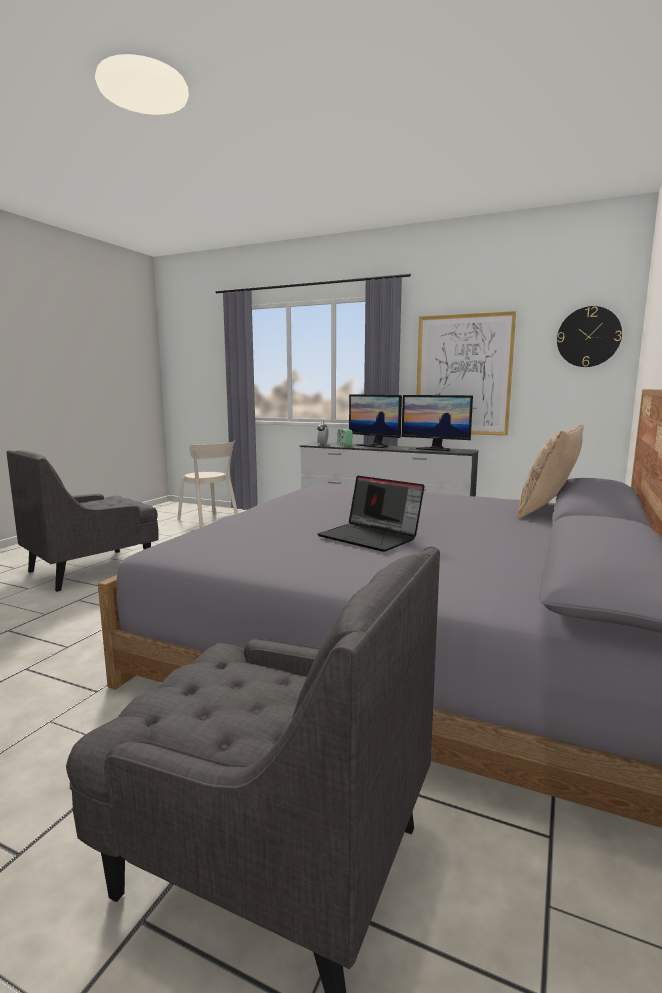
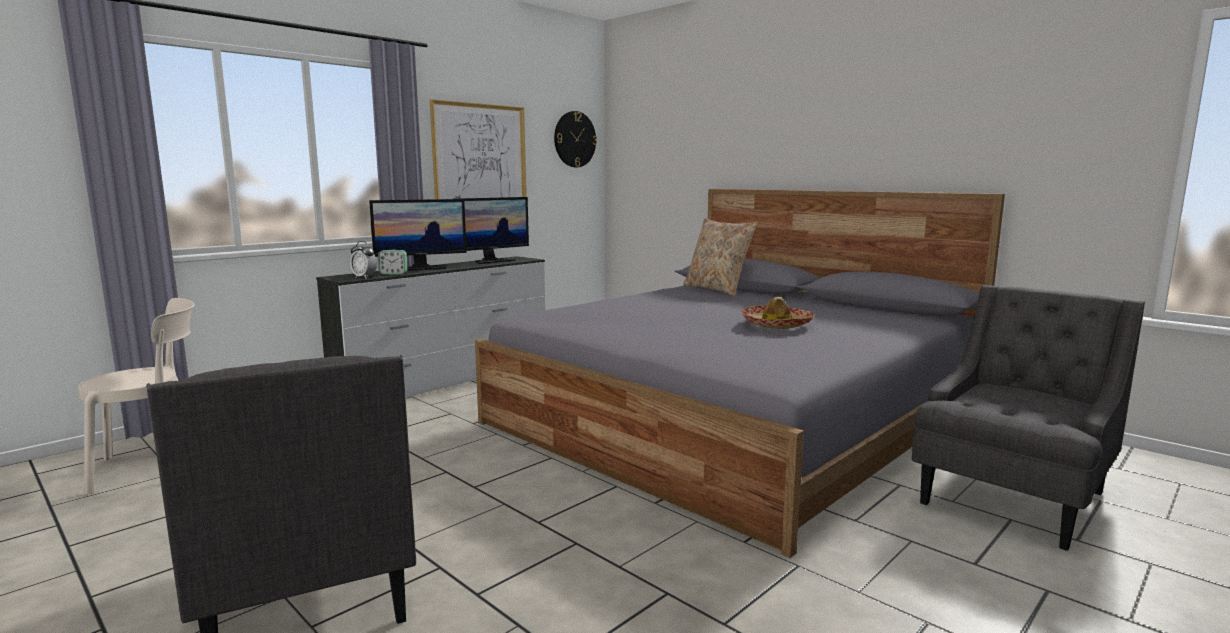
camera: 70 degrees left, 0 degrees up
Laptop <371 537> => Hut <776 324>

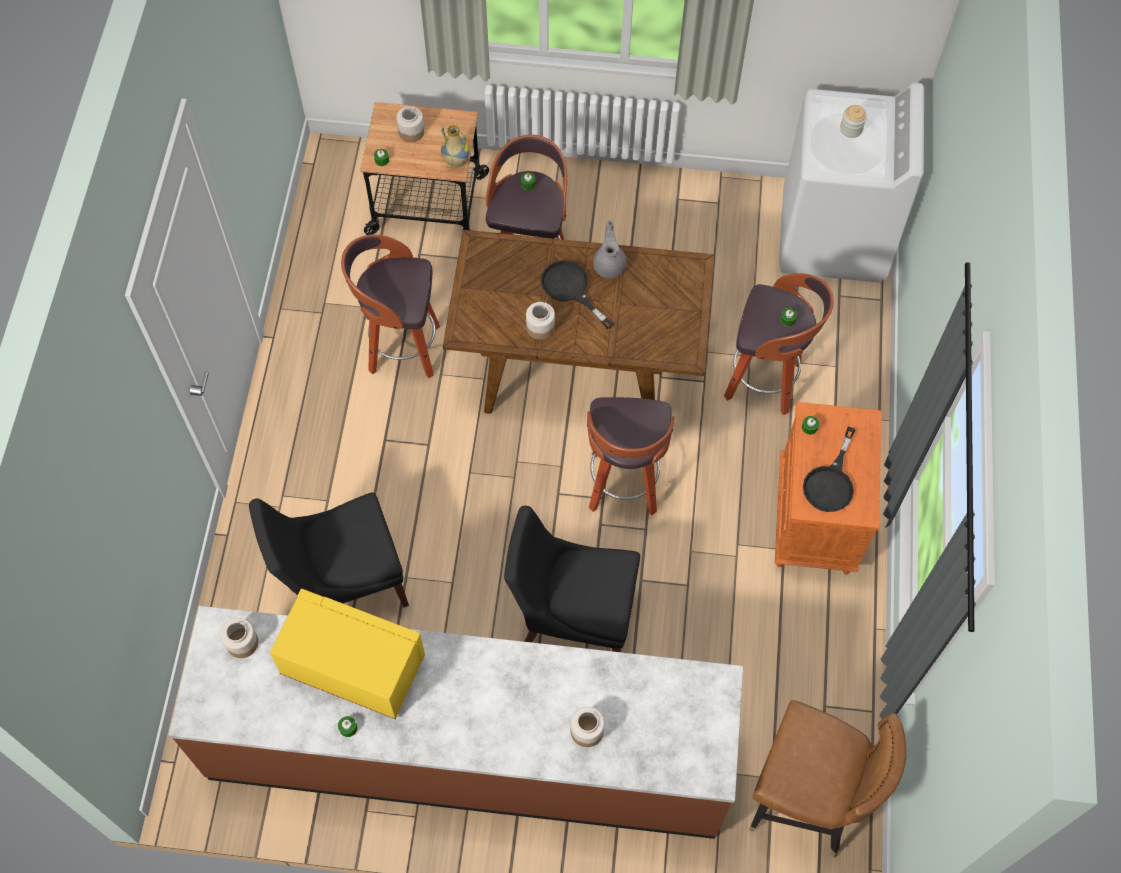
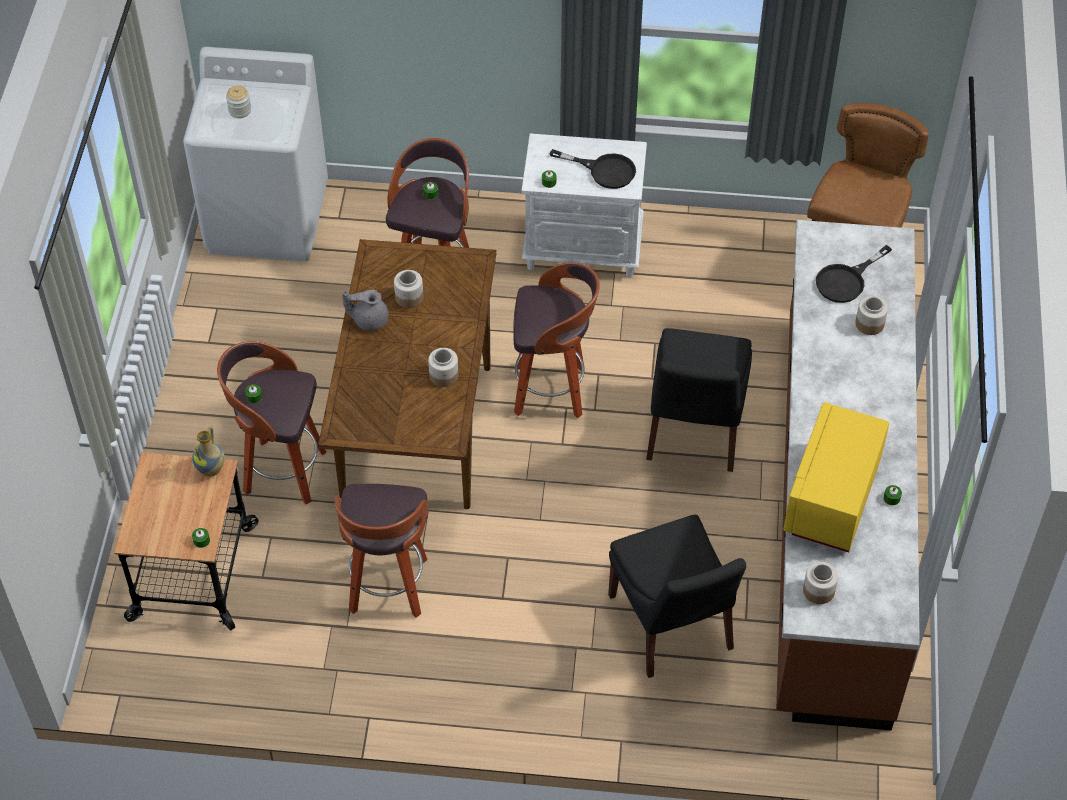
camera: 90 degrees left, 10 degrees down
Vorratsglas <411 131> => Vorratsglas <409 297>, moved
Nachttisch [orange] <815 520> => Nachttisch [weiß] <584 248>
Pfanne [schwarz] <570 289> => Pfanne [schwarz] <846 280>, moved

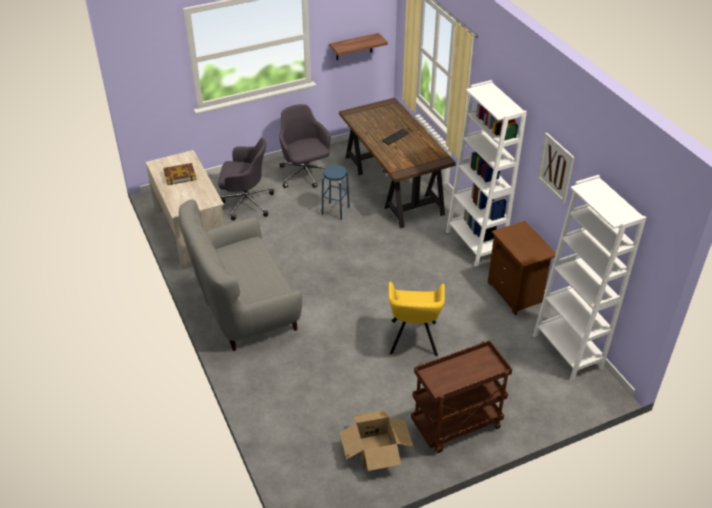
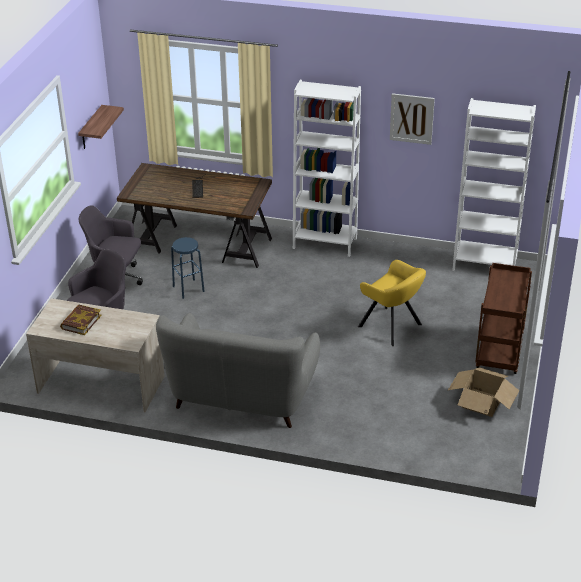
camera: 50 degrees left, 5 degrees down
Nachttisch [braun] <516 293> => nothing

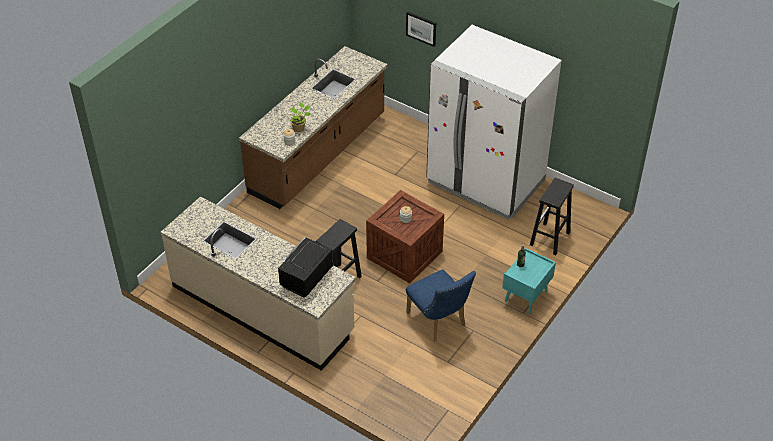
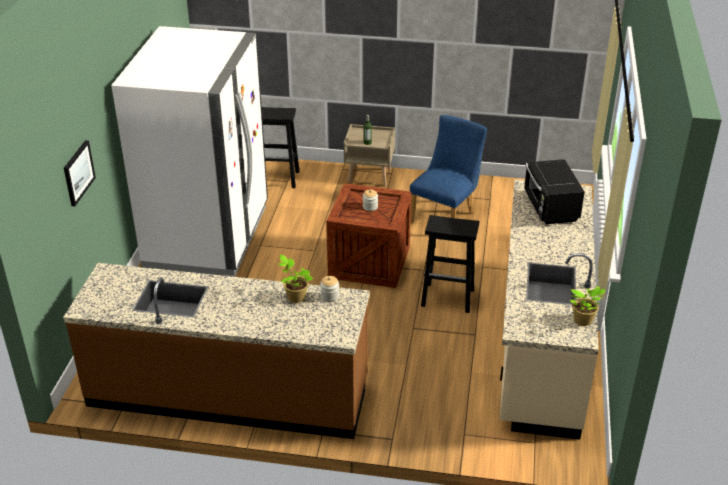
camera: 115 degrees left, 10 degrees down
Nachttisch [türkis] <526 297> => Nachttisch [beige] <370 175>
Mikrowelle [schwarz] <305 278> => Mikrowelle [schwarz] <550 208>, 75 degrees clockwise
nothing => Topfpflanze <583 321>

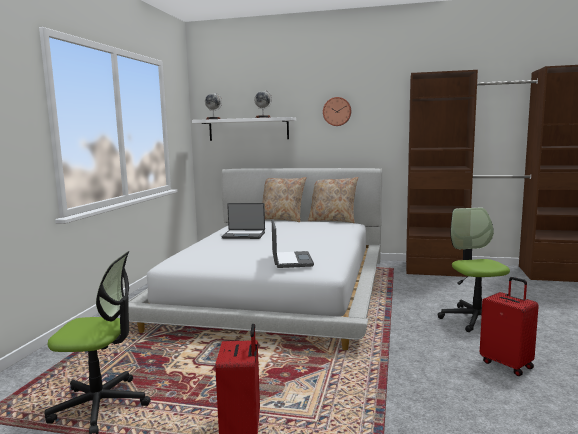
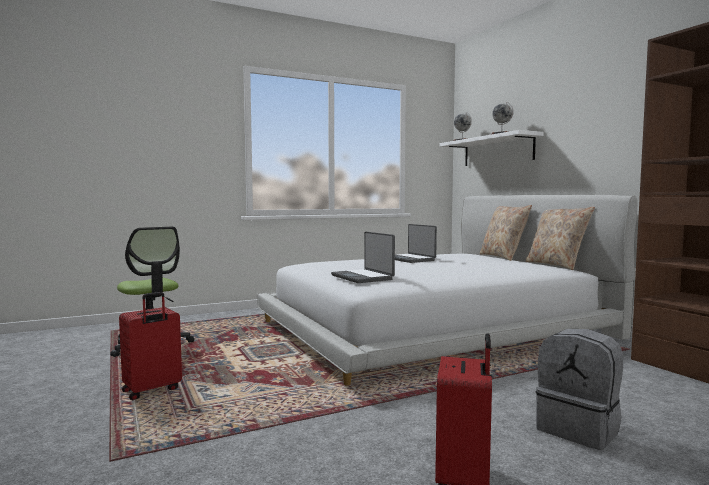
camera: 50 degrees right, 5 degrees down
Laptop <291 260> => Laptop <363 277>, 105 degrees clockwise
Bürostuhl <475 319> => Rucksack [grau] <579 429>
Wanduhr <337 111> => nothing

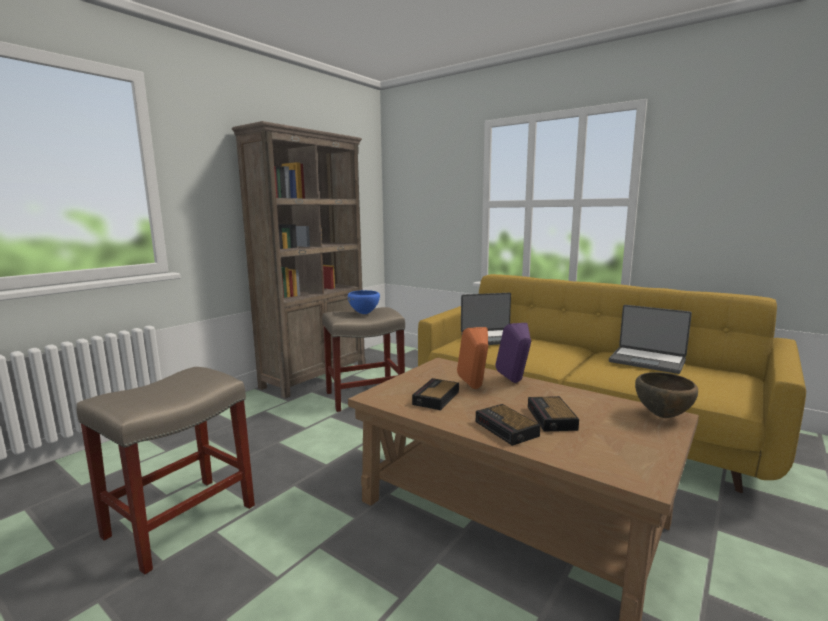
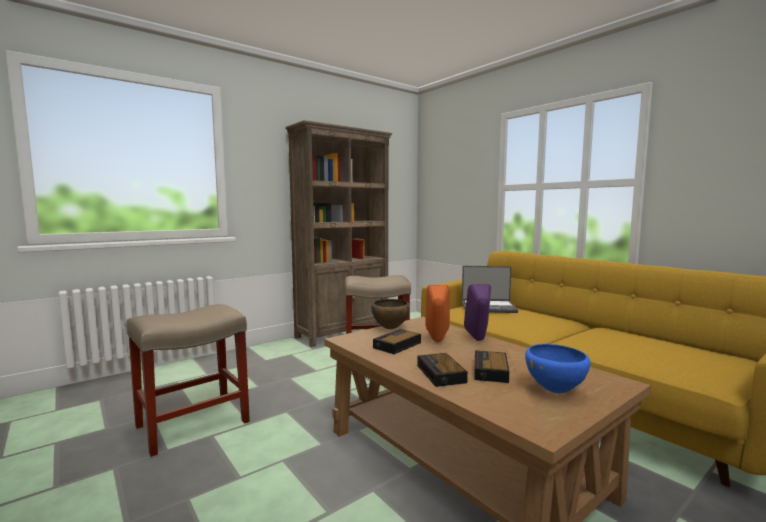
camera: 15 degrees right, 5 degrees down
Schüssel [braun] <663 416> => Schüssel [braun] <390 328>, moved
Schüssel [blau] <364 313> => Schüssel [blau] <555 391>, moved
Laptop <647 361> => nothing

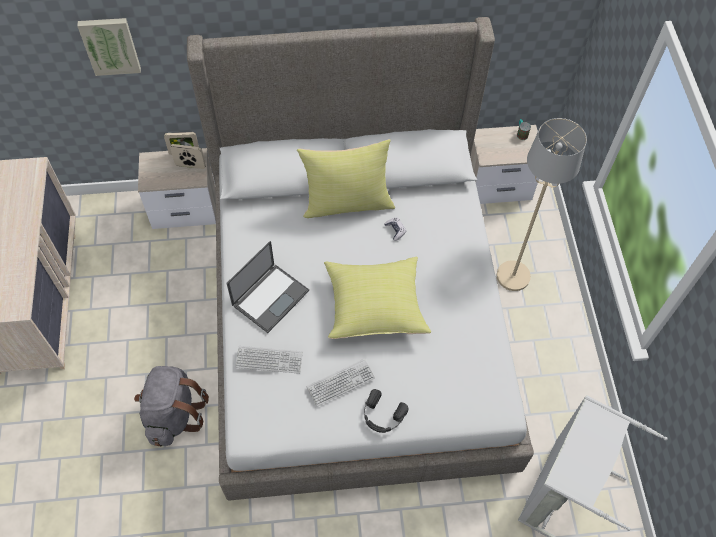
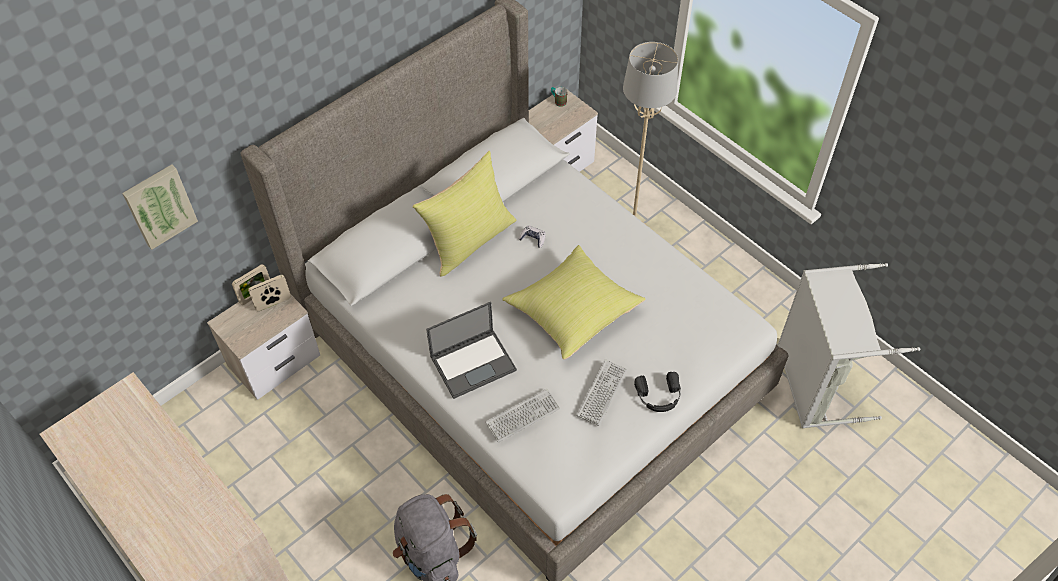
camera: 35 degrees left, 5 degrees down
Laptop <271 297> => Laptop <474 363>, 60 degrees clockwise

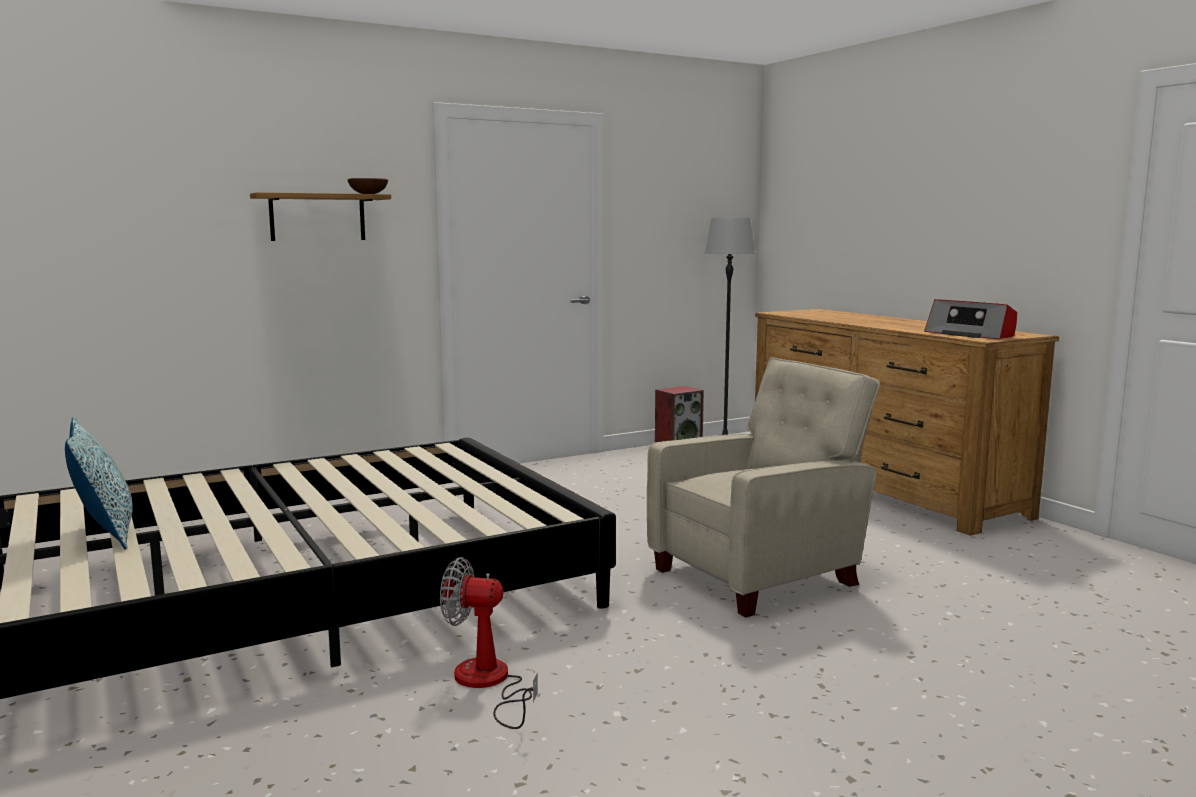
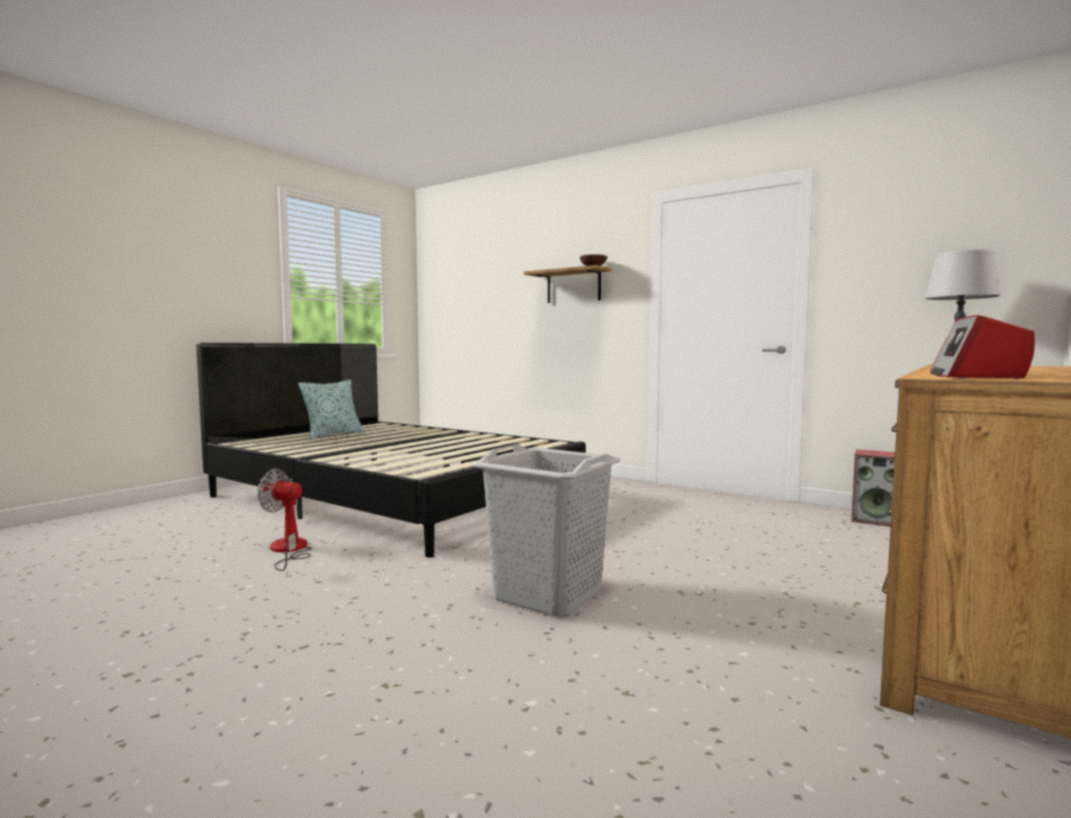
camera: 65 degrees right, 5 degrees down
Ventilator <488 684> => Ventilator <288 550>, 60 degrees counterclockwise
Sessel [beige] <761 576> => Wäschekorb [grau] <548 595>

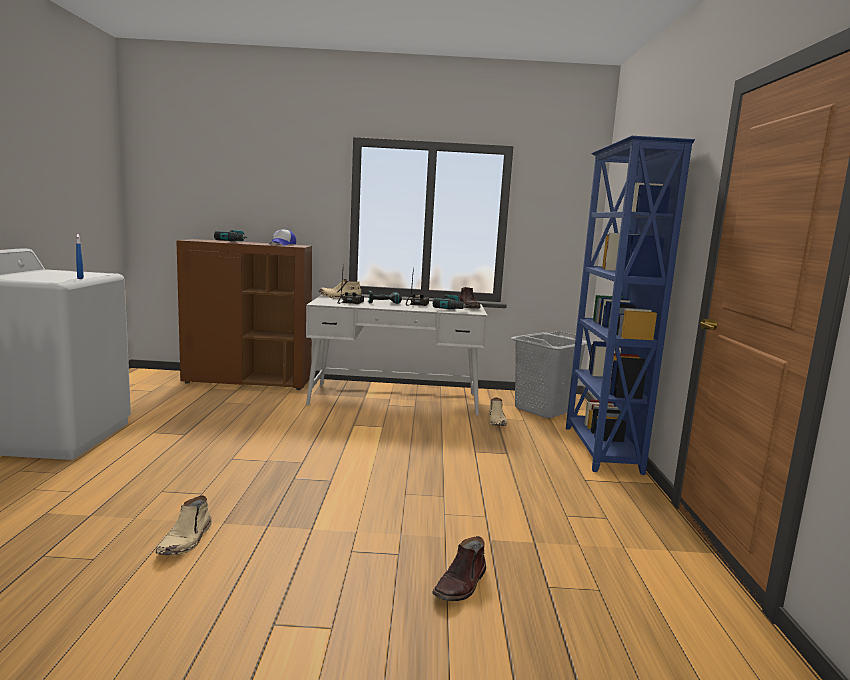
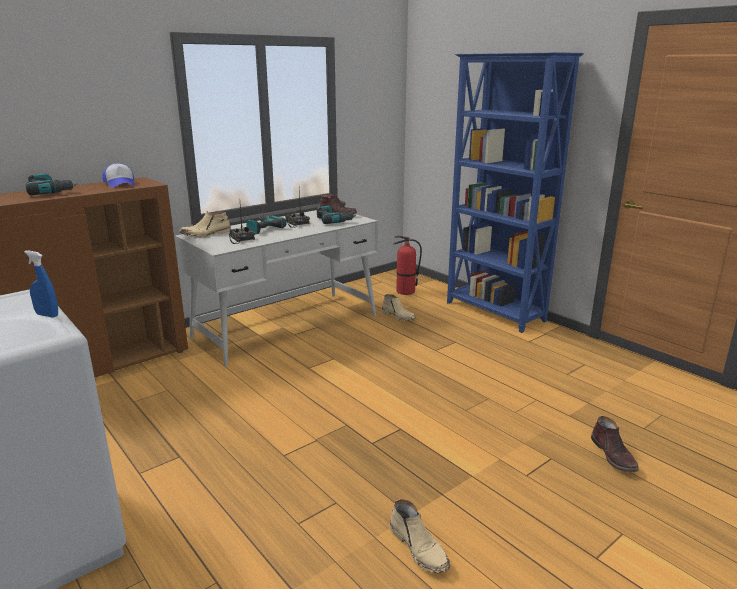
camera: 40 degrees left, 10 degrees up
Wäschekorb [grau] <543 409> => Feuerlöscher <405 292>

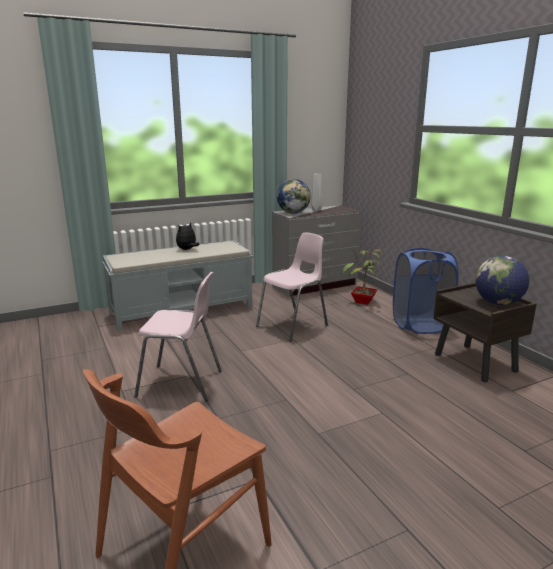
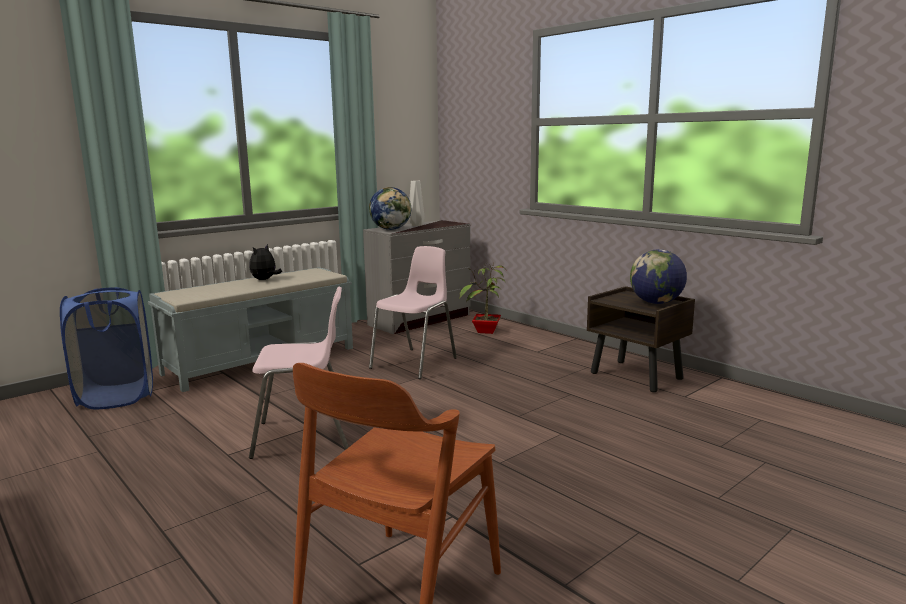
camera: 15 degrees left, 5 degrees down
Wäschekorb [blau] <420 325> => Wäschekorb [blau] <116 397>, moved

